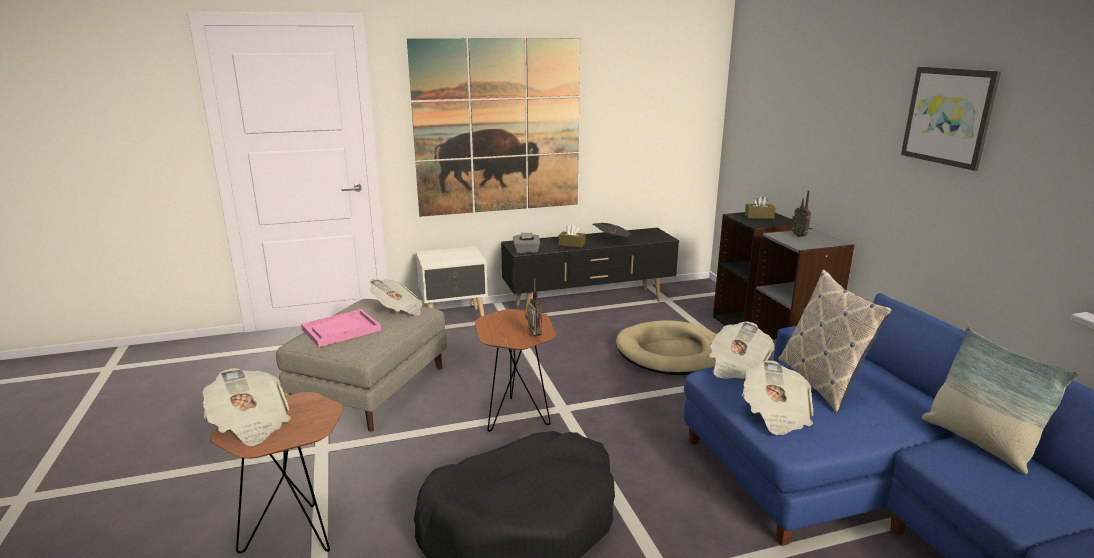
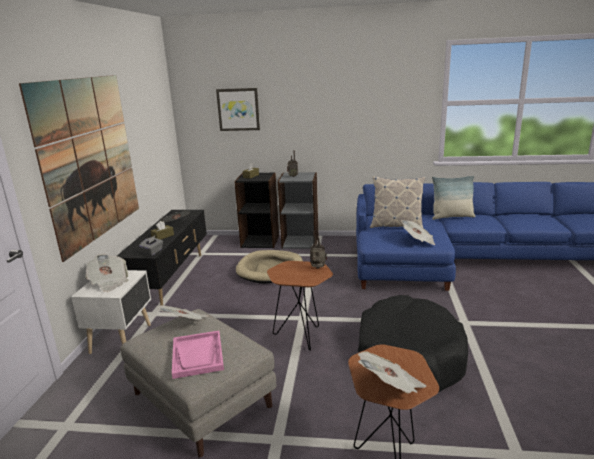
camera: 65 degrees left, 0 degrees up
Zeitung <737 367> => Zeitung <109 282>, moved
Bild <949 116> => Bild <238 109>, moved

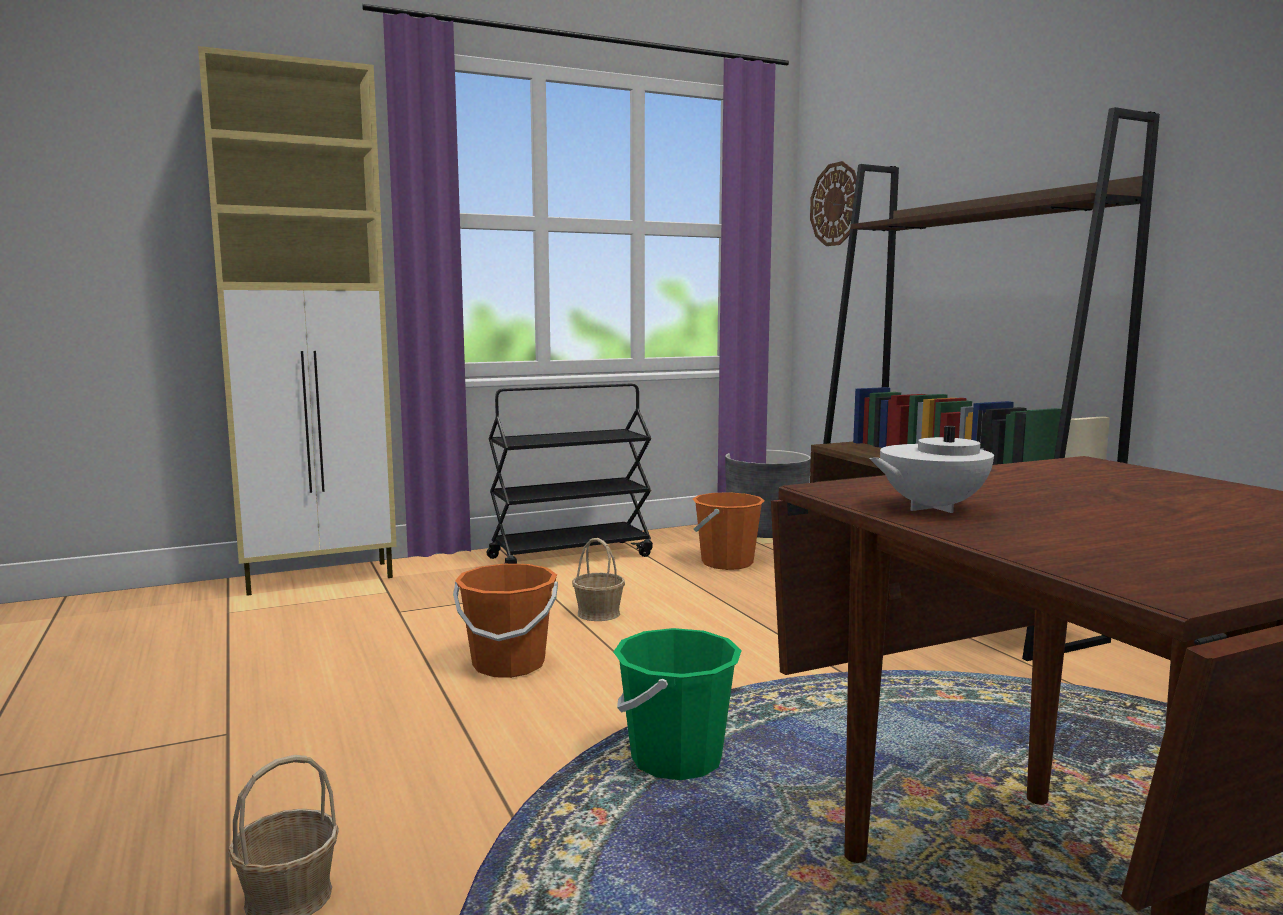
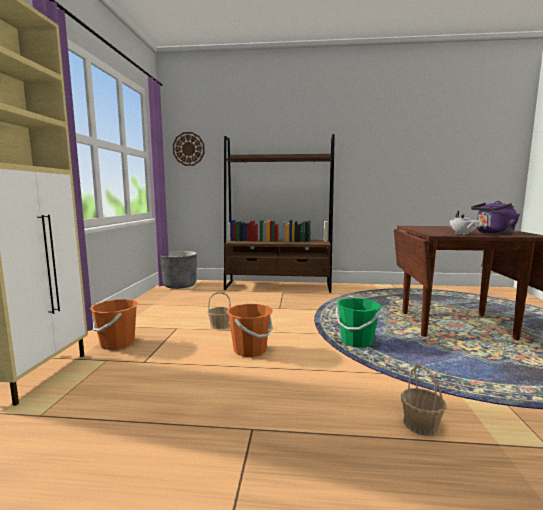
camera: 60 degrees left, 0 degrees up
Eimer [orange] <727 563> => Eimer [orange] <117 344>, moved
nothing => Wasserkessel [lila] <493 233>
Rollwagen [schwarz] <571 556> => nothing

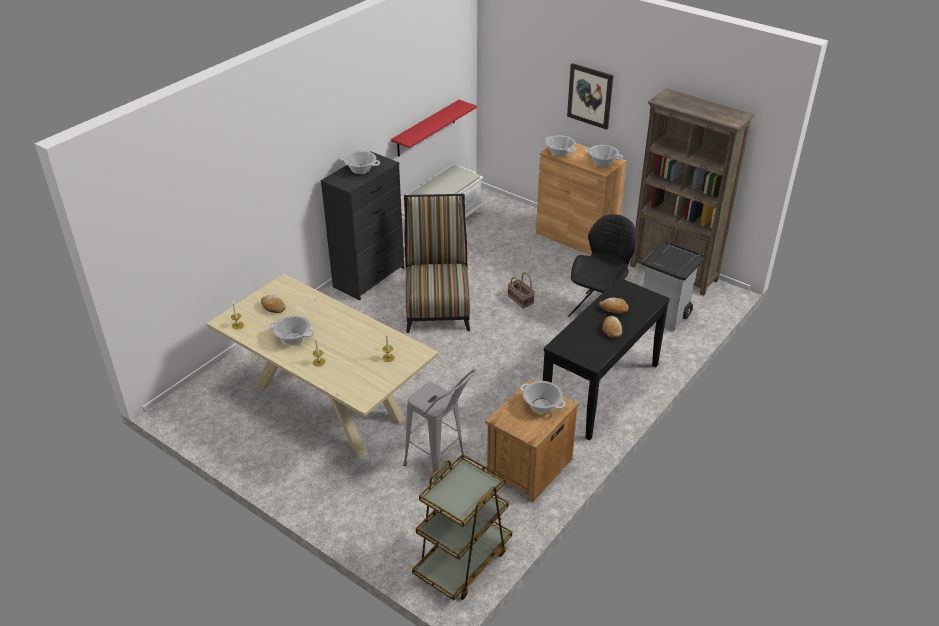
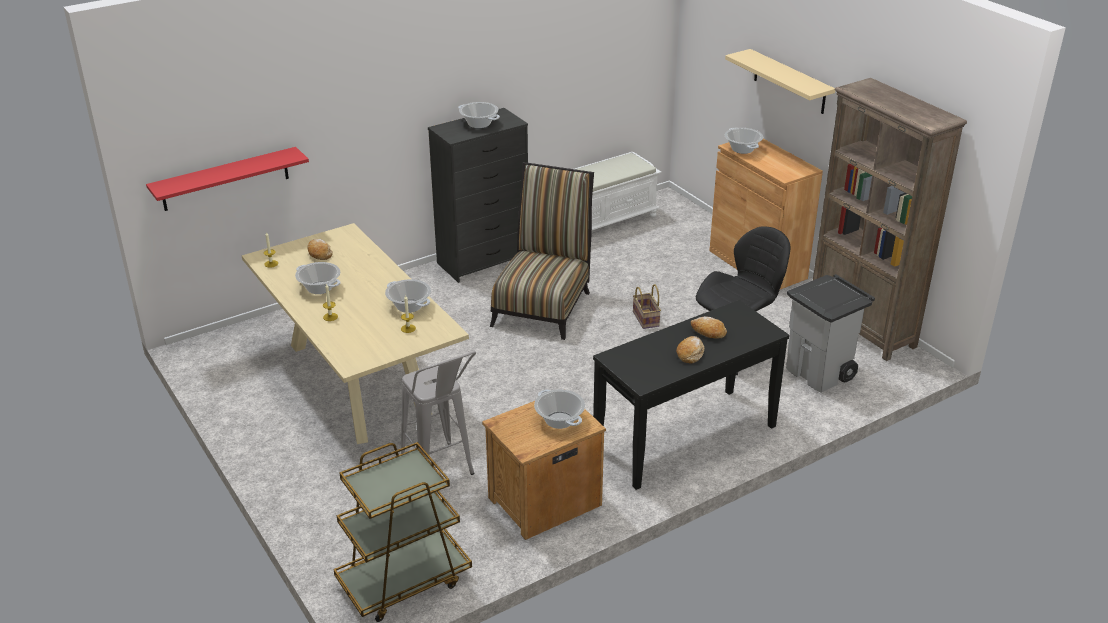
camera: 20 degrees right, 5 degrees down
Wandregal [rot] <426 128> => Wandregal [rot] <225 179>, moved
Kochtopf <602 162> => Kochtopf <409 306>, moved
Bild <590 96> => Wandregal [beige] <789 82>

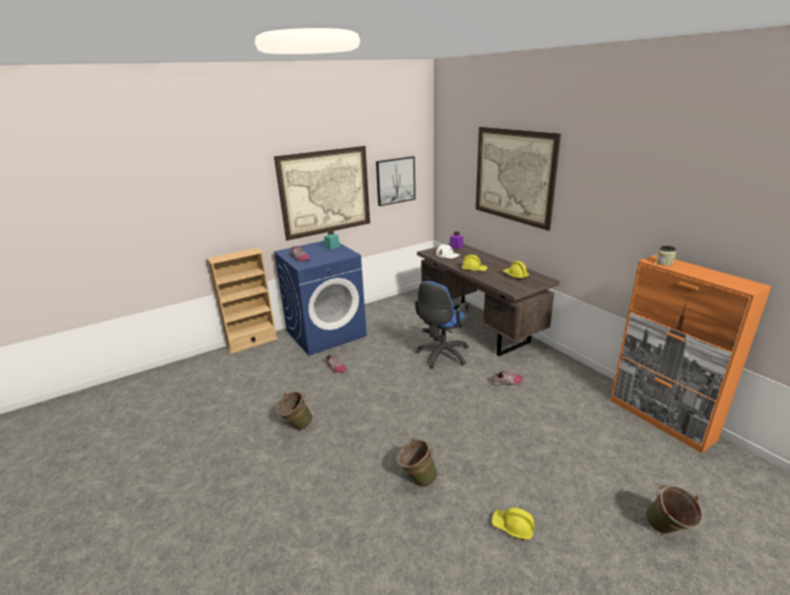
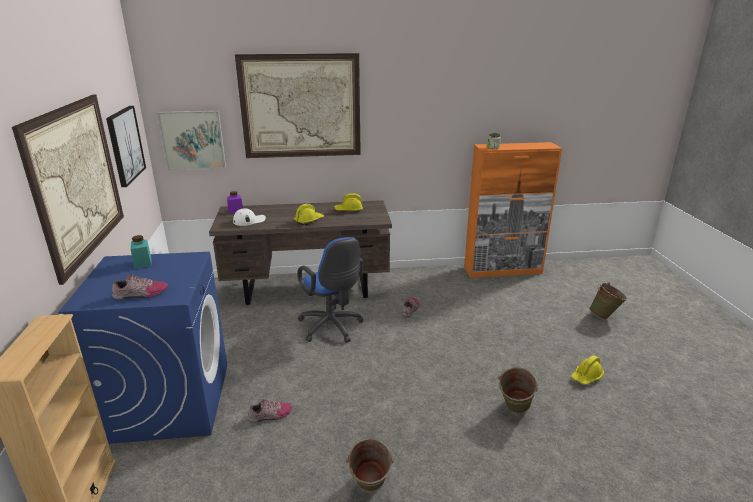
camera: 65 degrees left, 0 degrees up
nothing => Bild <193 140>

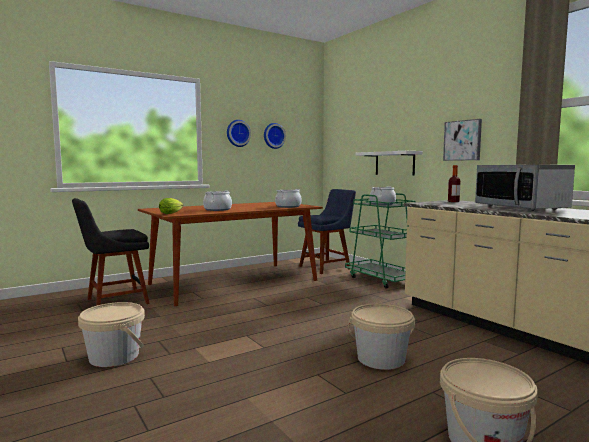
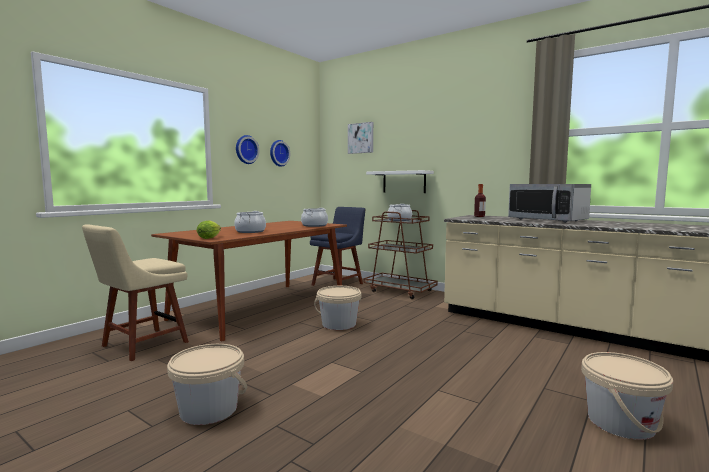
camera: 20 degrees left, 0 degrees up
Stuhl [schwarz] <114 302> => Stuhl [beige] <141 345>
Eimer [beige] <381 359> => Eimer [beige] <339 324>, moved
Bild <462 140> => Bild <361 138>, moved
Rollwagen [grün] <381 279> => Rollwagen [braun] <400 291>

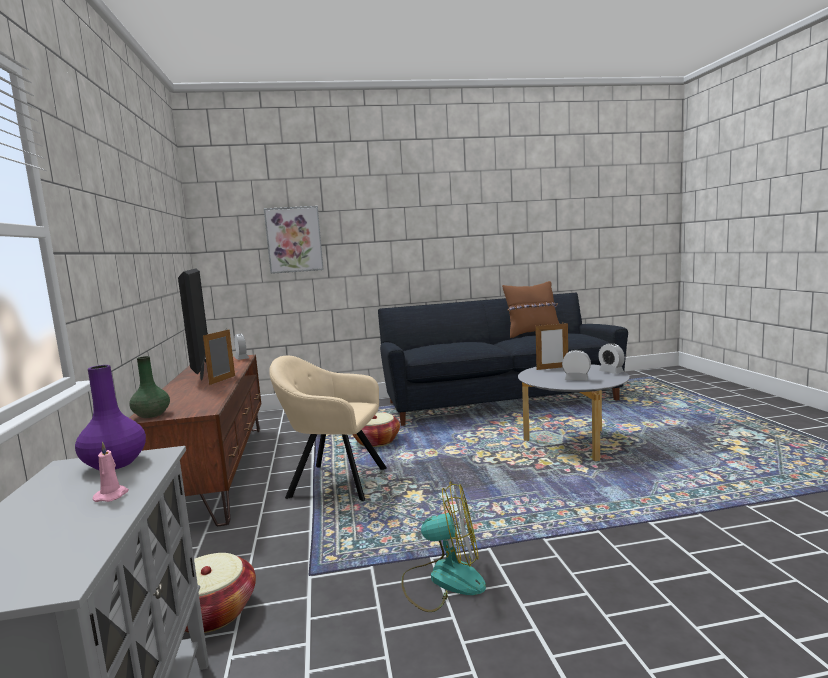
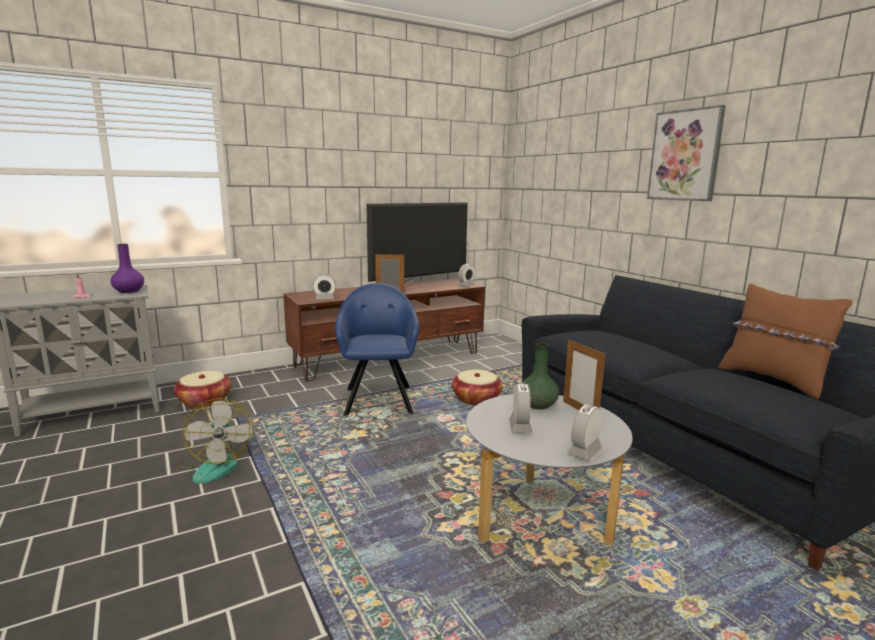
camera: 70 degrees right, 5 degrees up
nothing => Wecker <324 299>
Sessel [beige] <333 482> => Sessel [blau] <378 399>
Vase [grün] <151 415> => Vase [grün] <537 405>, moved
Bild <294 239> => Bild <685 155>, moved

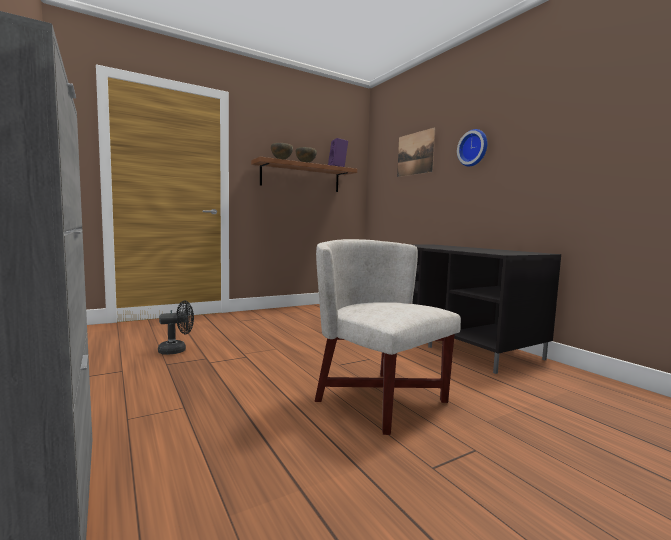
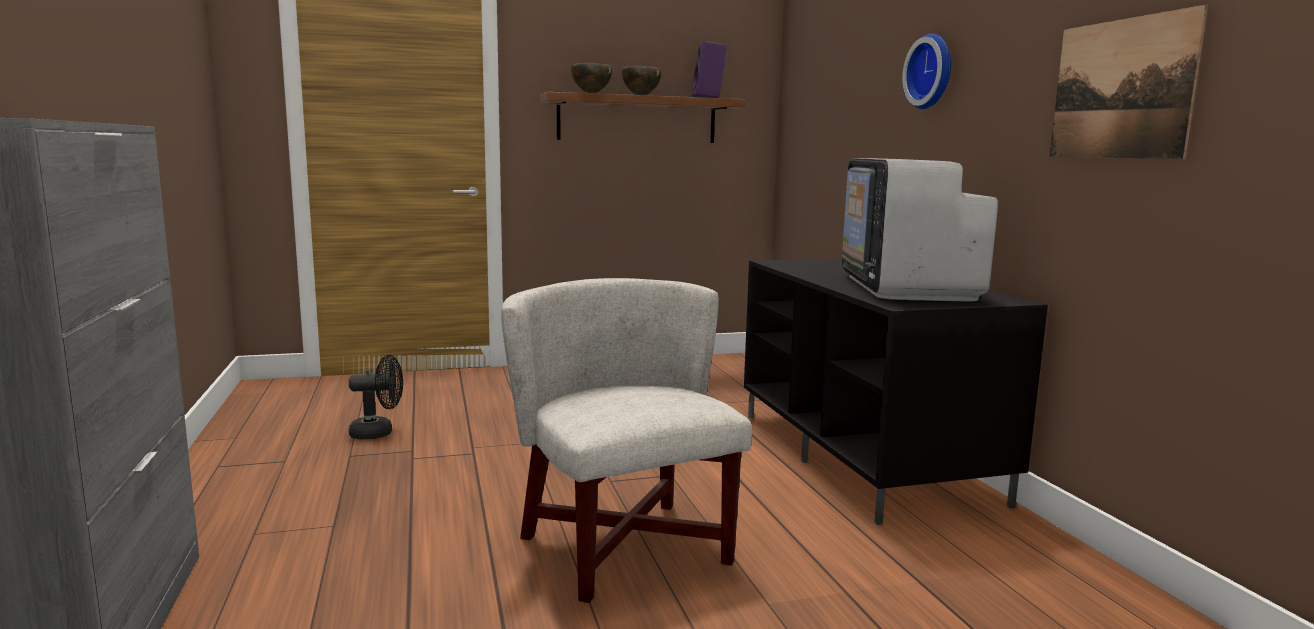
camera: 15 degrees right, 5 degrees up
nothing => Fernseher <907 288>
Bild <415 153> => Bild <1121 89>, moved

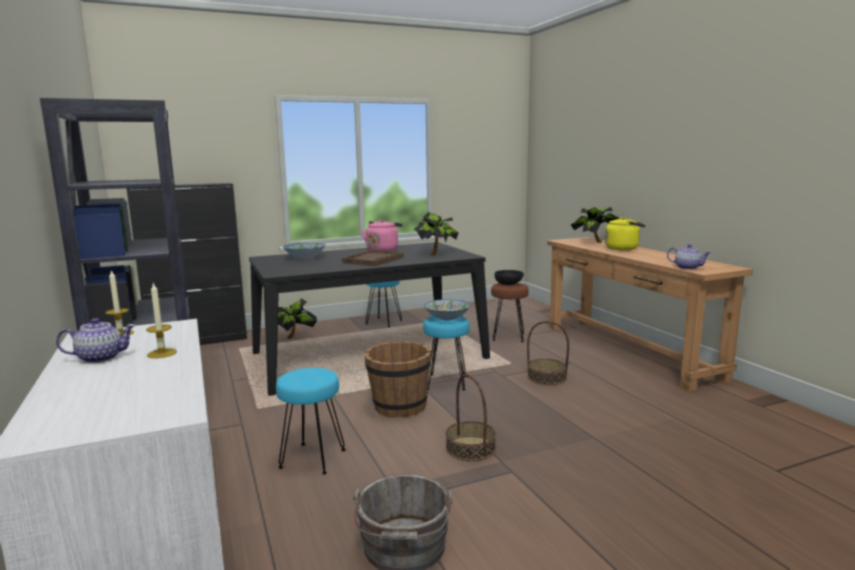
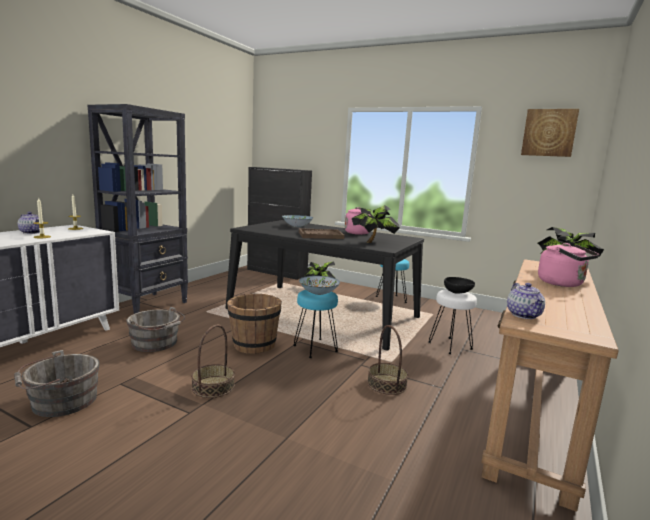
camera: 50 degrees right, 0 degrees up
Hocker [türkis] <312 458> => Eimer [grau] <156 343>
Hocker [braun] <509 337> => Hocker [weiß] <450 346>
nothing => Bild <549 132>
Wasserkessel [gelb] <623 248> => Wasserkessel [rosa] <563 284>

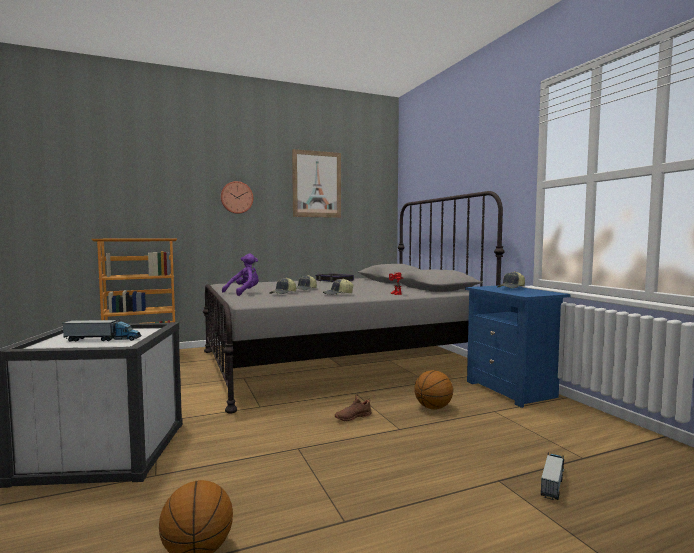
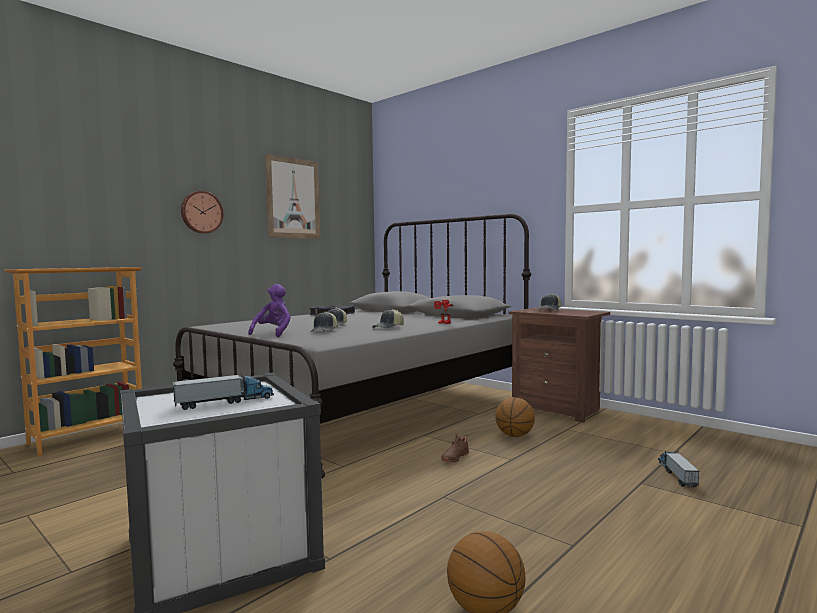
camera: 25 degrees left, 0 degrees up
Nachttisch [blau] <513 390> => Nachttisch [braun] <559 409>

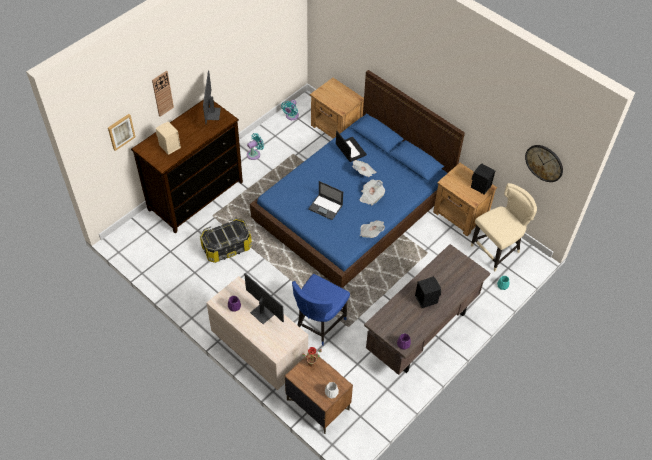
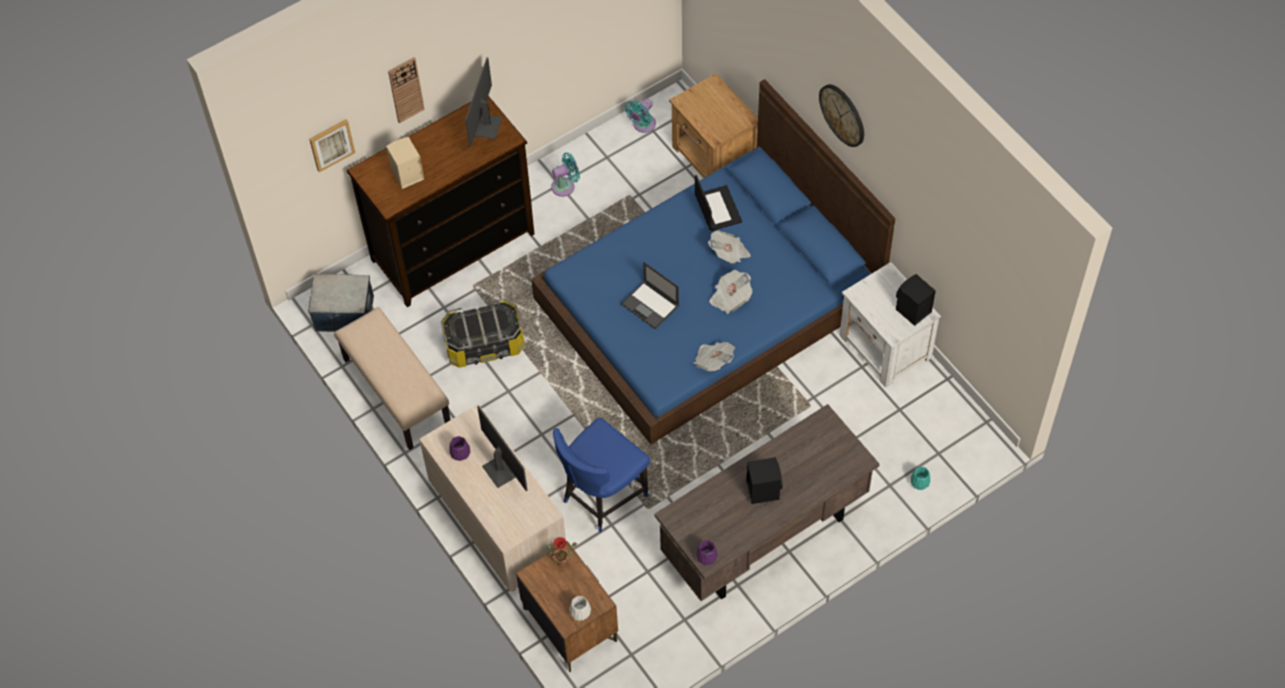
camera: 15 degrees right, 5 degrees up
nothing => Aufbewahrungsbox <344 314>
nothing => Bank [beige] <396 392>
Wanduhr <544 163> => Wanduhr <842 114>, moved
Nachttisch [braun] <460 215> => Nachttisch [weiß] <885 348>
Stuhl [beige] <497 250> => nothing

